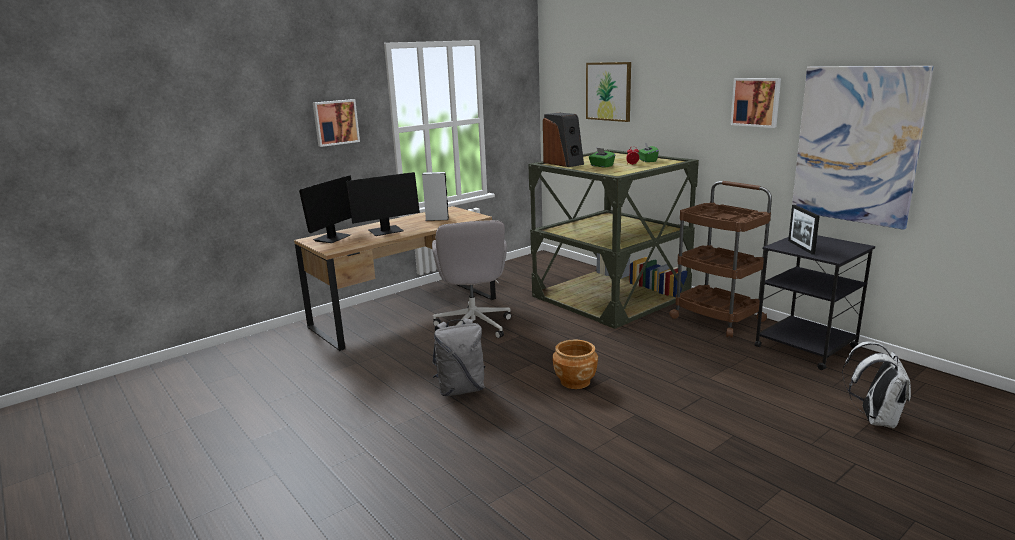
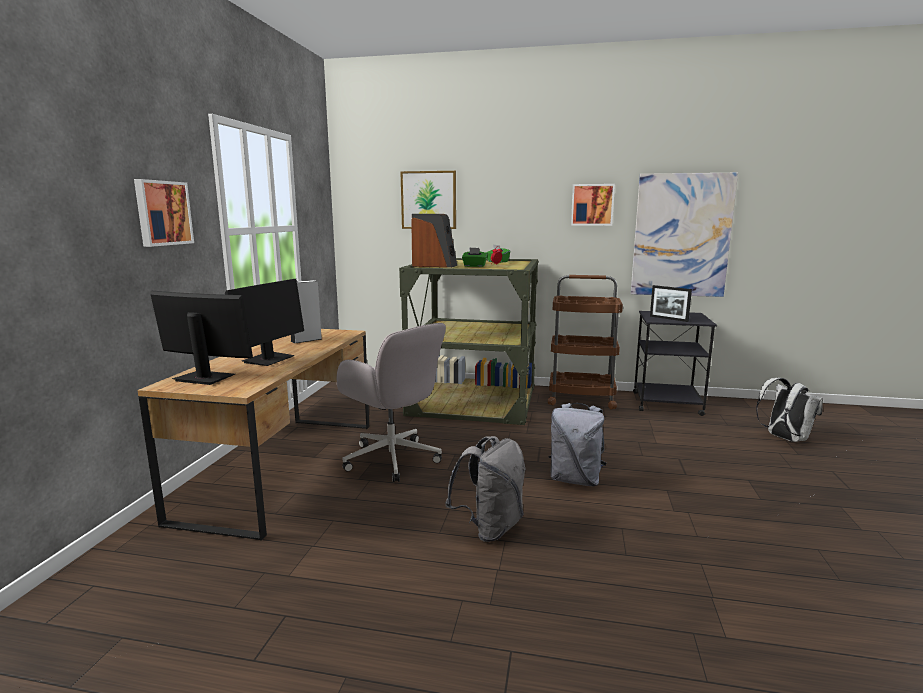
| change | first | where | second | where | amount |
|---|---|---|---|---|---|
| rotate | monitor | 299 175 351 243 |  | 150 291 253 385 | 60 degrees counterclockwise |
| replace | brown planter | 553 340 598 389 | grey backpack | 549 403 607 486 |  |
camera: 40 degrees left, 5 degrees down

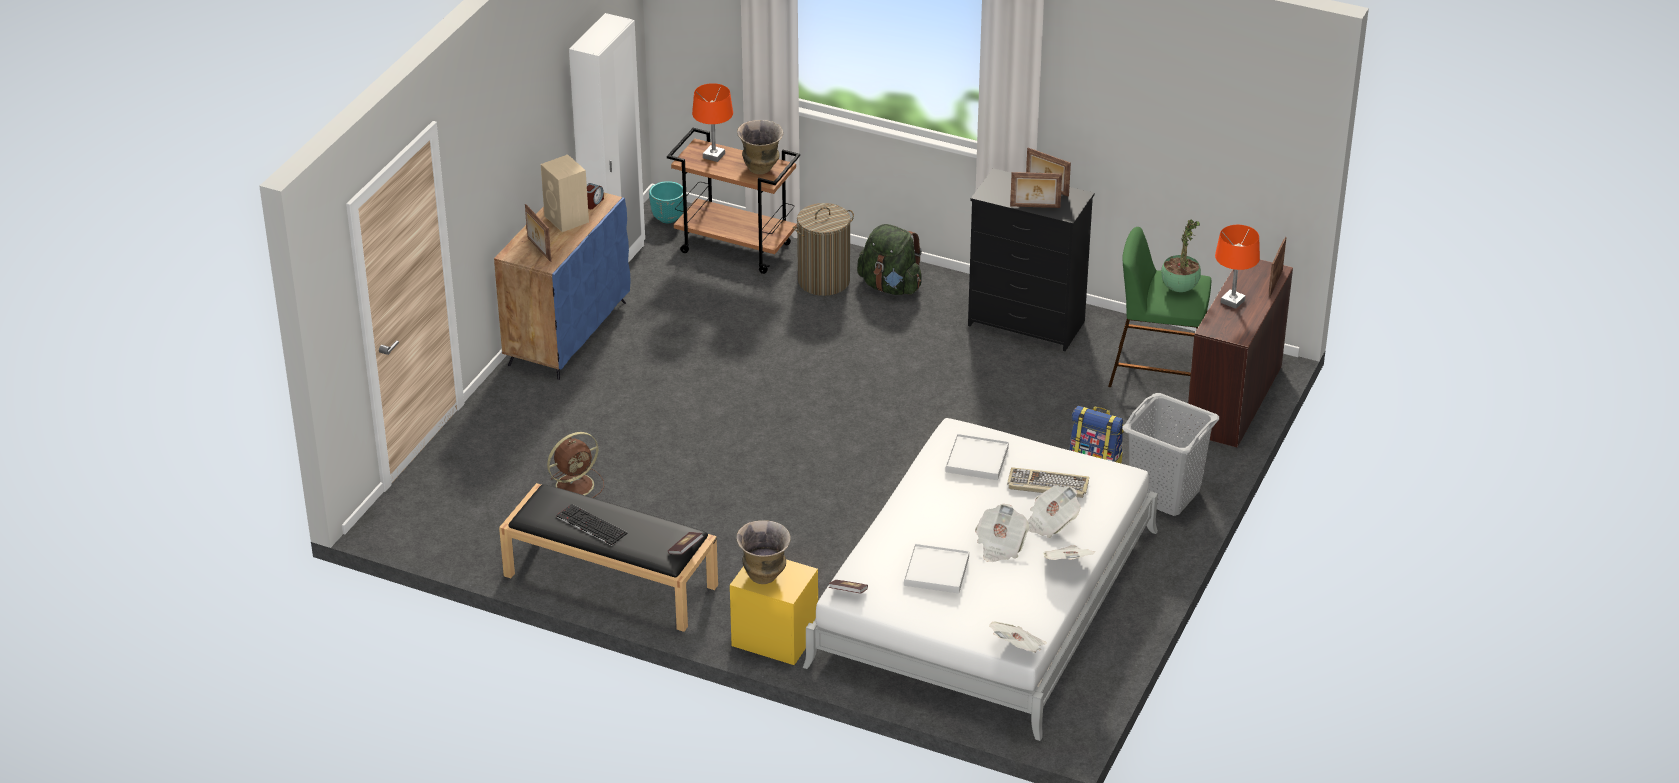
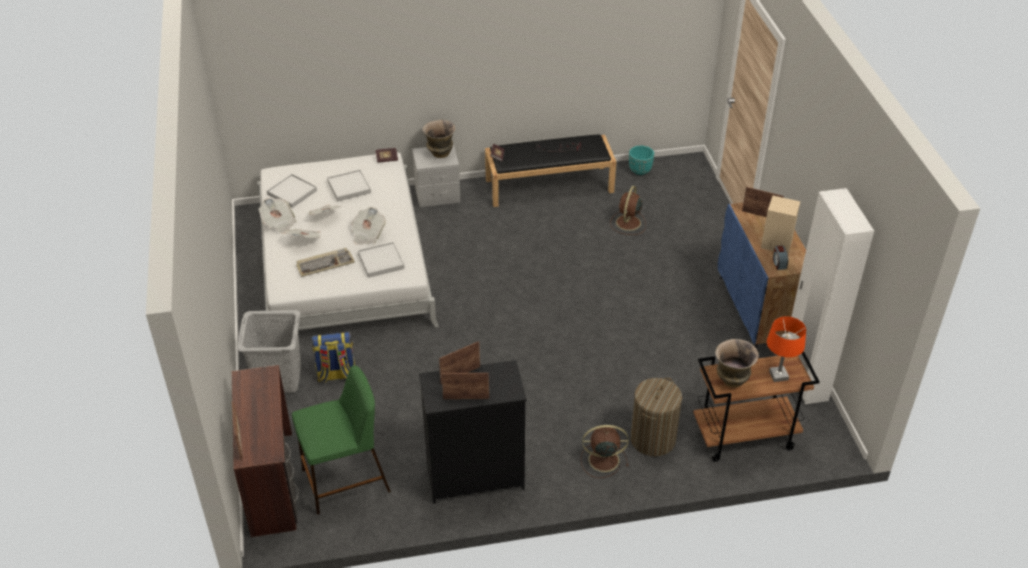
| change | first | where | second | where | amount |
|---|---|---|---|---|---|
| move | turquoise planter | 649 181 684 223 |  | 629 146 654 175 |  |
| delete | potted plant | 1161 220 1201 292 |  |  |  |
| replace | green backpack | 857 224 922 295 | brown fan | 581 425 629 478 |  |
| delete | orange table lamp | 1215 225 1260 309 |  |  |  |
| recolor | yellow nightstand | 730 559 818 665 | grey nightstand | 412 144 460 207 |  |
| move | newspaper | 989 621 1047 653 |  | 352 207 386 245 |  |
| insert |  |  | white tray | 267 174 317 208 |  |
camera: 145 degrees right, 5 degrees up

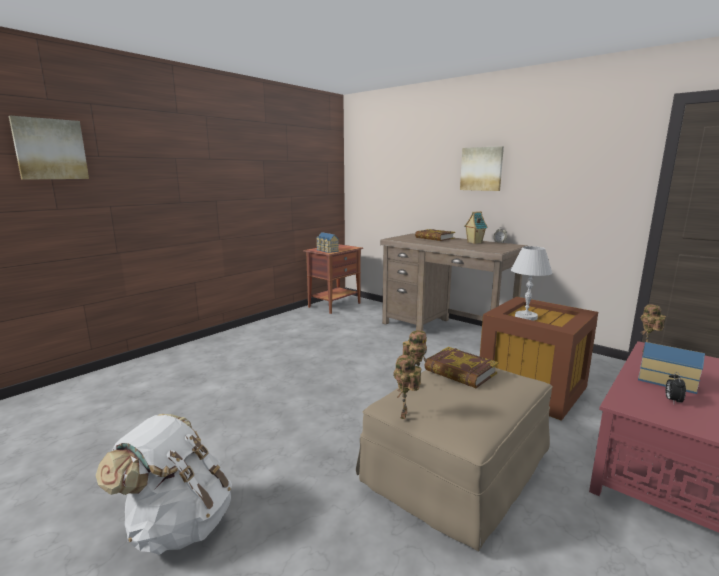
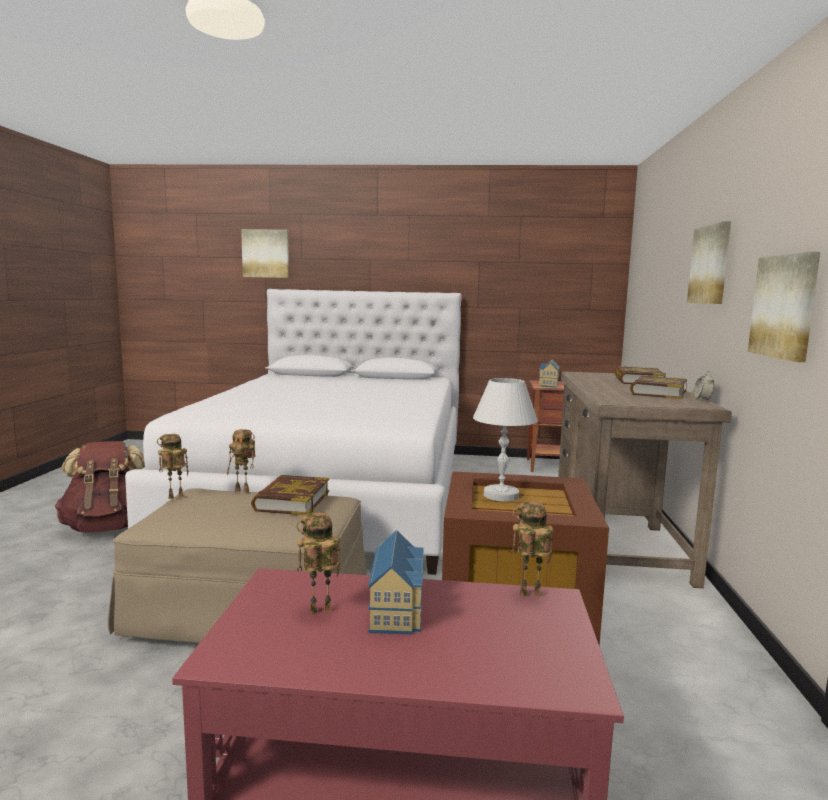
| change | first | where | second | where | amount |
|---|---|---|---|---|---|
| replace | toy house | 464 211 488 244 | book | 630 375 687 399 |  |
| replace | alarm clock | 665 372 686 403 | toy robot | 296 512 341 614 |  |
| recolor | white backpack | 95 414 232 555 | brown backpack | 55 441 145 532 |  |
| insert |  |  | picture | 748 252 820 362 |  |
| insert |  |  | white bed | 125 289 462 575 |  |
camera: 55 degrees right, 5 degrees down

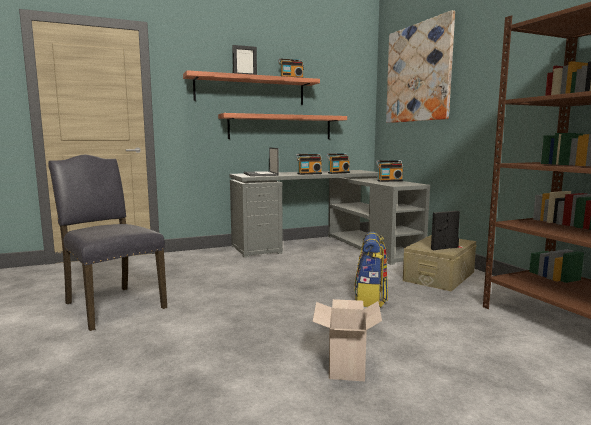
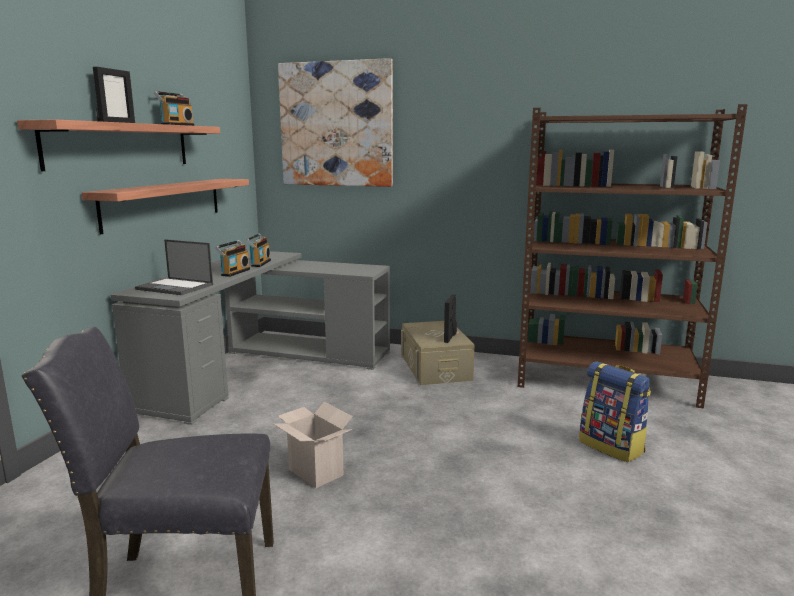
| change | first | where | second | where | amount |
|---|---|---|---|---|---|
| delete | radio | 376 160 404 182 |  |  |  |
| move | backpack | 354 232 388 308 |  | 579 362 651 462 |  |
| move | cardboard box | 312 299 382 381 |  | 274 402 353 488 |  |
camera: 50 degrees left, 5 degrees up

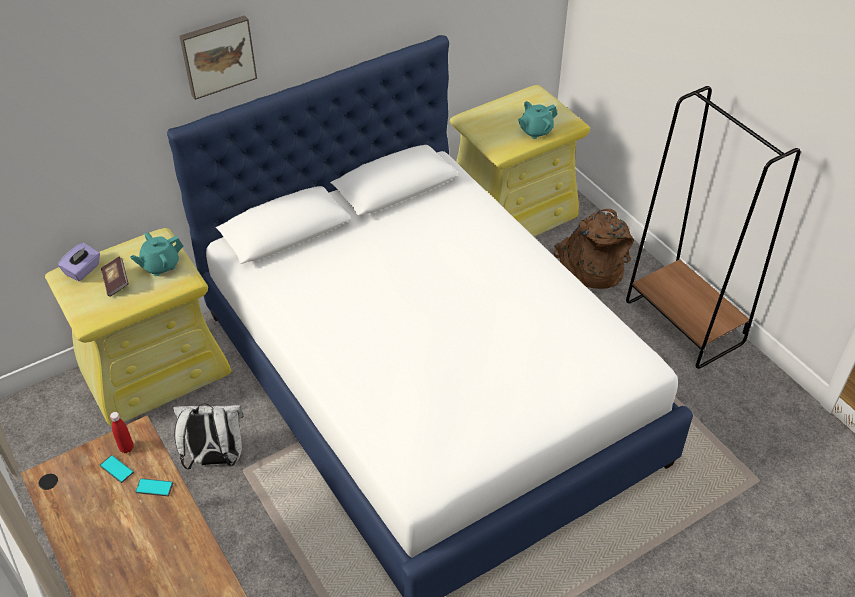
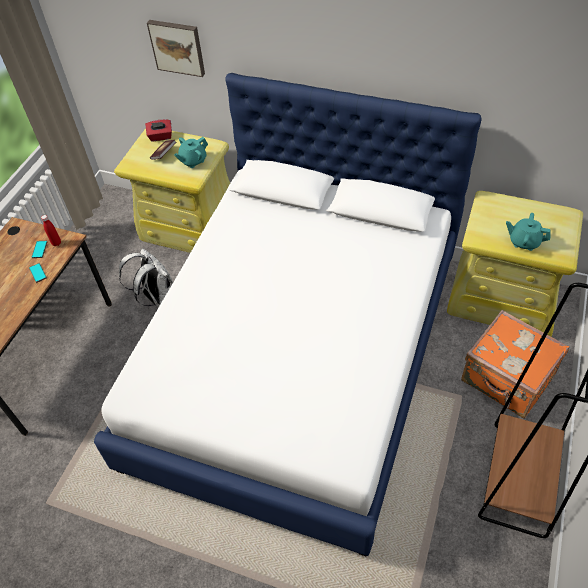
| change | first | where | second | where | amount |
|---|---|---|---|---|---|
| move | picture | 179 15 257 100 |  | 147 20 205 77 |  |
| replace | brown backpack | 554 209 634 289 | orange suitcase | 461 310 569 419 |  |
| rotate | turquoise teapot | 130 232 183 276 |  | 174 137 208 168 | 60 degrees counterclockwise |
| recolor | purple tissue box | 58 242 100 281 | red tissue box | 145 119 172 141 |  |
camera: 55 degrees right, 5 degrees up

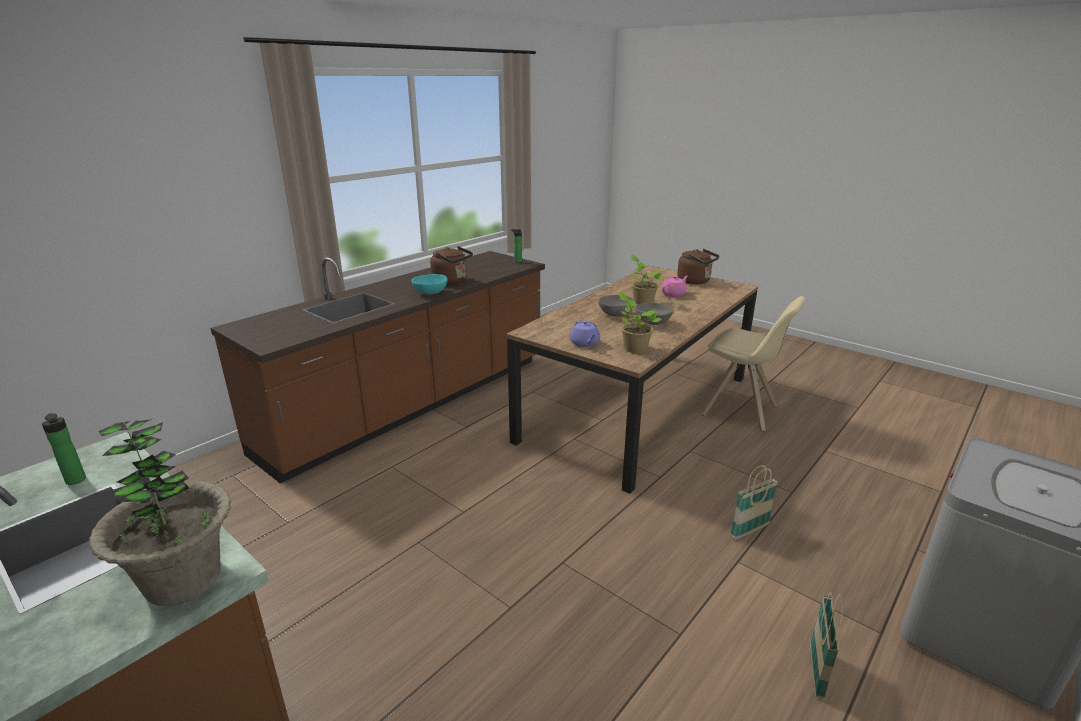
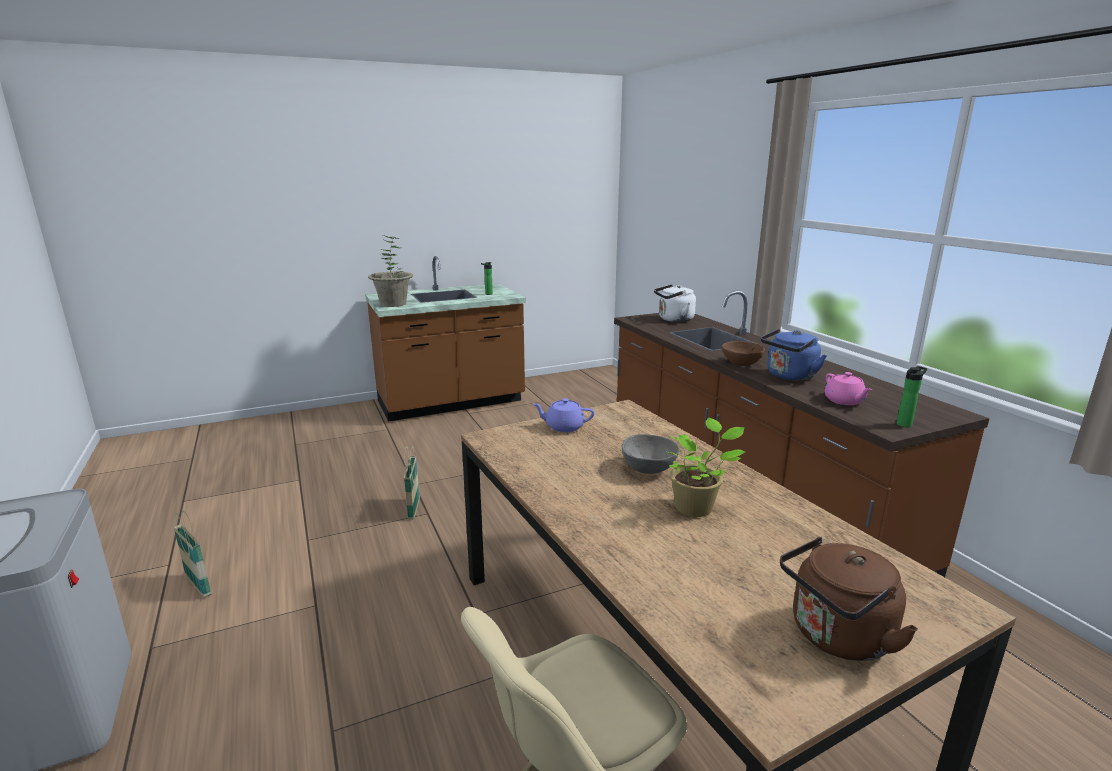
| change | first | where | second | where | amount |
|---|---|---|---|---|---|
| recolor | brown kettle | 430 246 473 285 | blue kettle | 761 329 827 381 |  |
| recolor | turquoise bowl | 412 274 448 295 | brown bowl | 722 341 765 366 |  |
| move | pink teapot | 661 276 688 297 |  | 825 372 873 405 |  |
| delete | potted plant | 619 292 662 353 |  |  |  |
| delete | grey bowl | 635 303 673 325 |  |  |  |
| move | basket | 730 465 778 540 |  | 404 446 420 520 |  |
| insert |  |  | white kettle | 654 284 696 322 |  |
camera: 115 degrees right, 5 degrees down

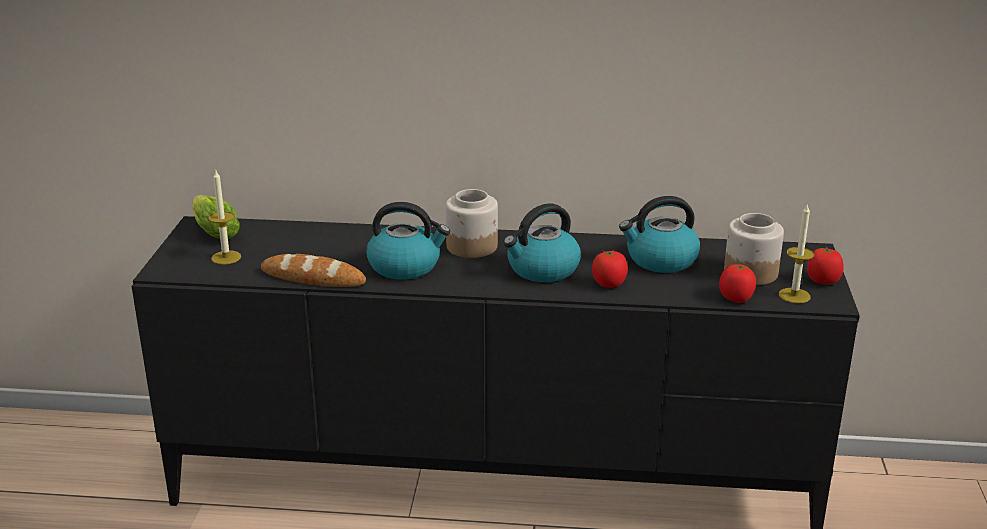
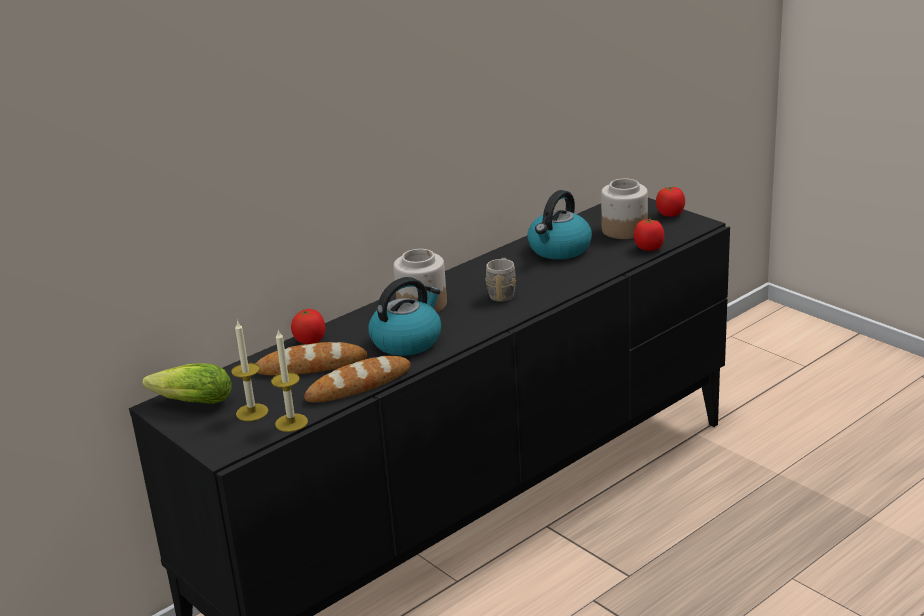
| change | first | where | second | where | amount |
|---|---|---|---|---|---|
| replace | kettle | 503 203 581 282 | grey mug | 485 258 516 302 |  |
| move | candle | 779 203 814 304 |  | 271 330 308 432 |  |
| move | tomato | 592 250 628 288 |  | 291 309 325 344 |  |
| insert |  |  | bread | 256 342 367 376 |  |
camera: 45 degrees left, 0 degrees up

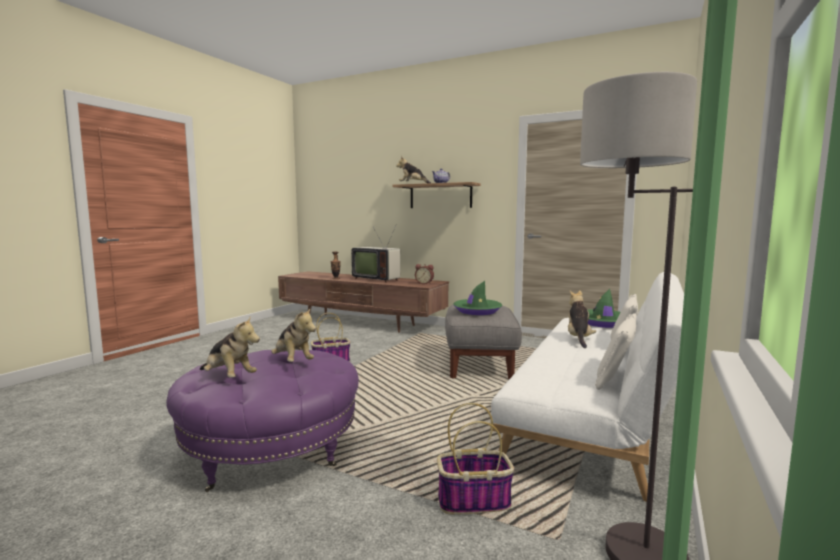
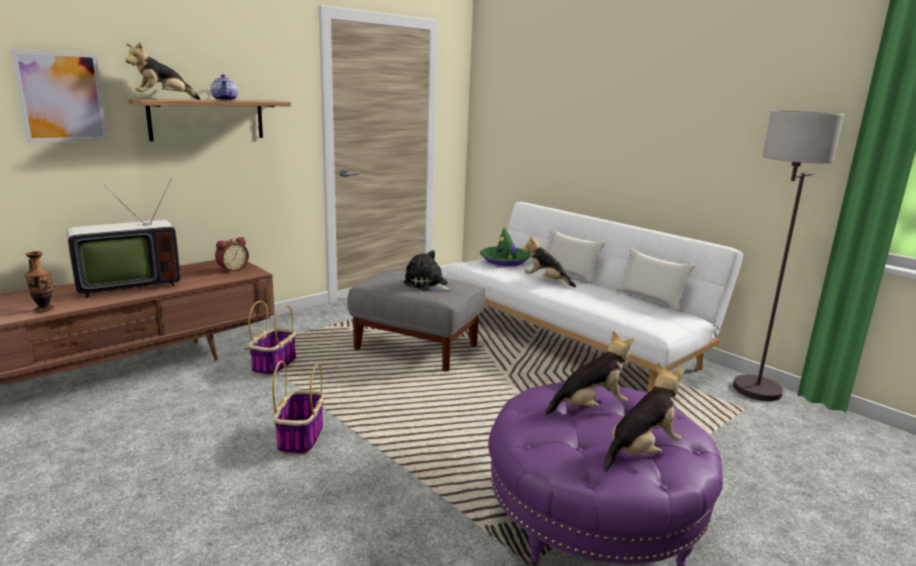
| change | first | where | second | where | amount |
|---|---|---|---|---|---|
| replace | green hat | 453 281 503 315 | plush toy | 404 250 453 291 |  |
| move | basket | 437 403 514 515 |  | 249 301 296 376 |  |
| insert |  |  | picture | 11 49 108 142 |  |
camera: 70 degrees left, 10 degrees up

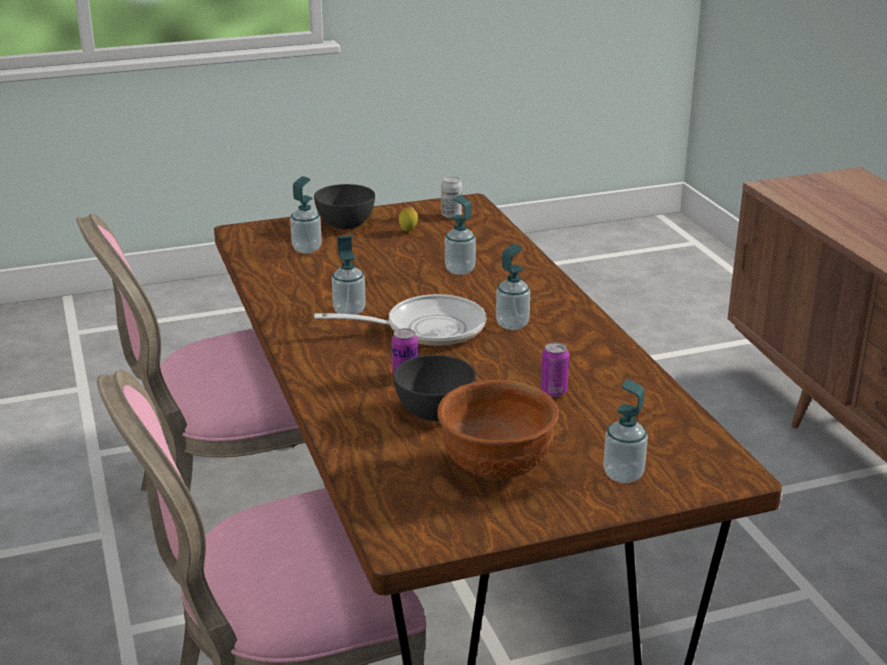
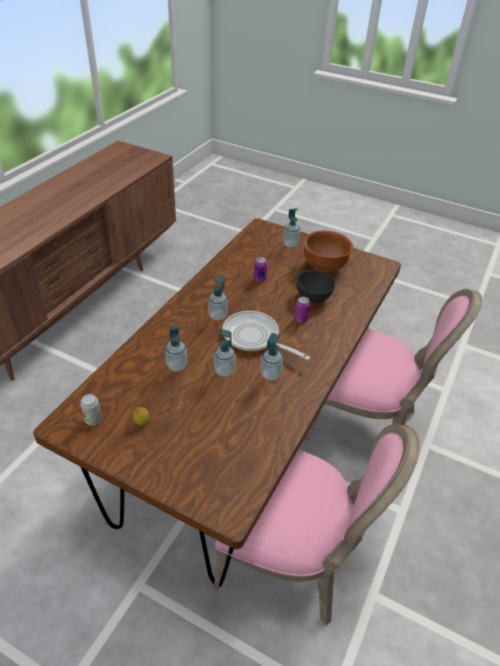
| change | first | where | second | where | amount |
|---|---|---|---|---|---|
| move | soap dispenser | 290 176 322 254 |  | 214 329 236 377 |  |
| delete | grey bowl | 314 184 375 229 |  |  |  |
camera: 135 degrees left, 15 degrees up

